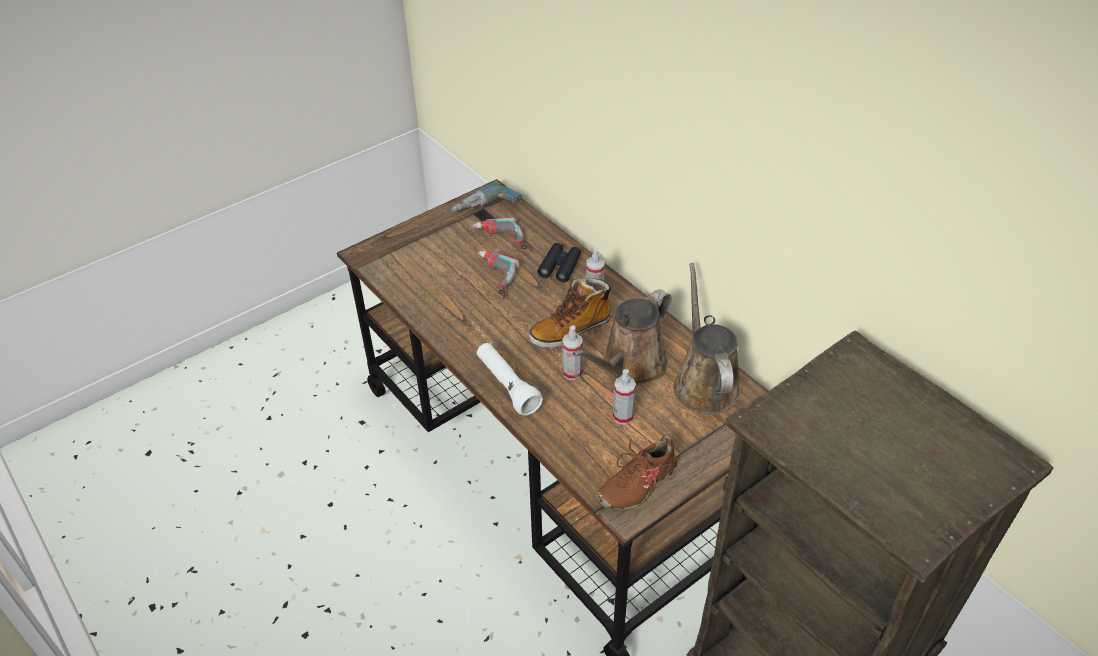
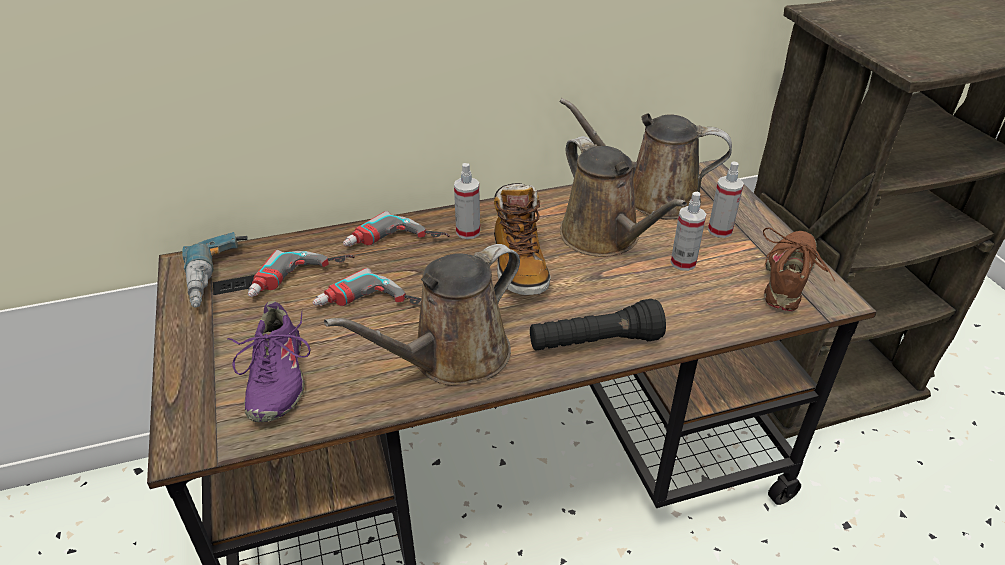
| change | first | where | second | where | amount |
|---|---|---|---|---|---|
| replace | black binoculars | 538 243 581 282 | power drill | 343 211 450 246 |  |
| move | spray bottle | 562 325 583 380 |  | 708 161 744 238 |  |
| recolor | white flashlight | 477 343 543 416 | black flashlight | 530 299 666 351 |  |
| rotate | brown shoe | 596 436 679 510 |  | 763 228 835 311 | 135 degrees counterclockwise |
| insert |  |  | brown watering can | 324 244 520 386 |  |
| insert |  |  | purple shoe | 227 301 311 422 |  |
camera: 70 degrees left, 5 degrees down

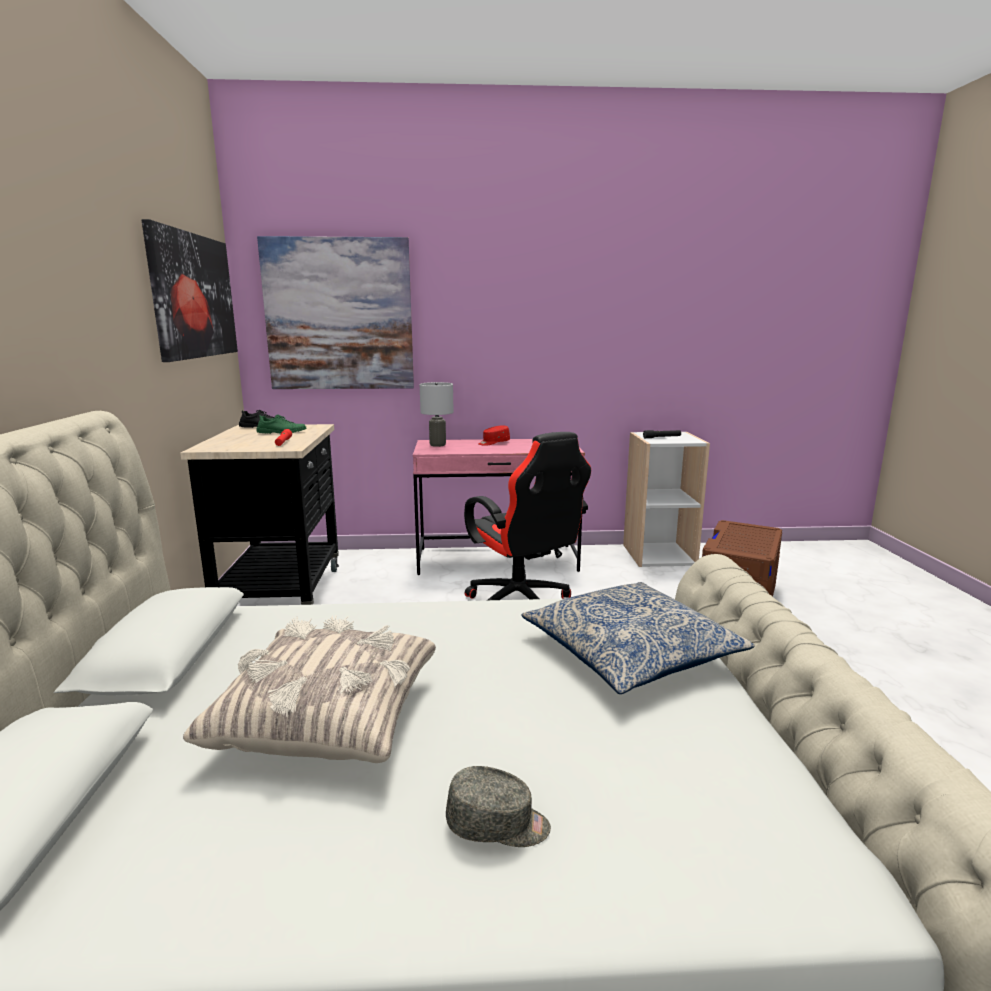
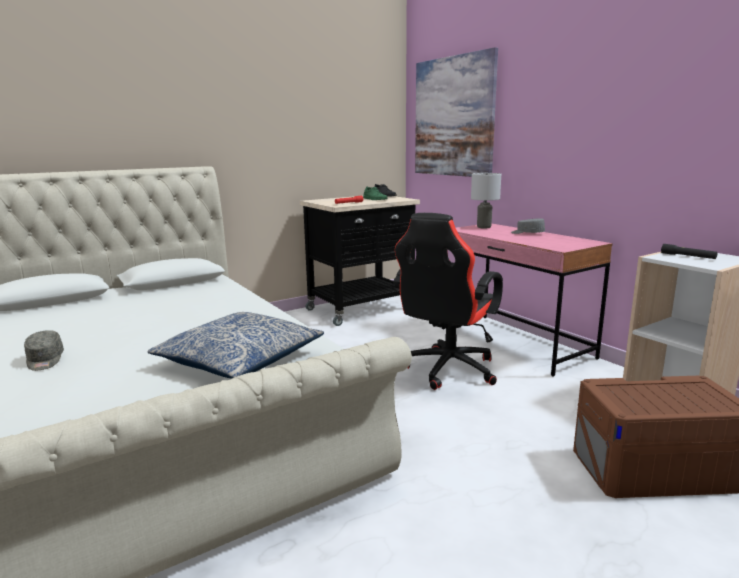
| change | first | where | second | where | amount |
|---|---|---|---|---|---|
| delete | picture | 142 219 238 362 |  |  |  |
| recolor | red cap | 478 426 510 446 | grey cap | 511 218 545 234 |  |
| delete | beige pillow | 183 615 436 763 |  |  |  |
camera: 60 degrees right, 0 degrees up

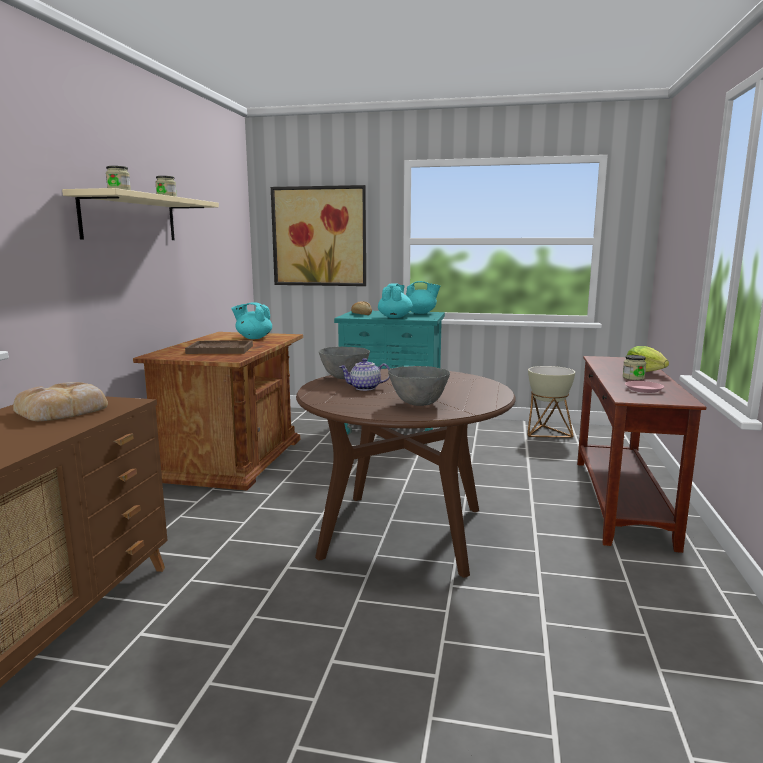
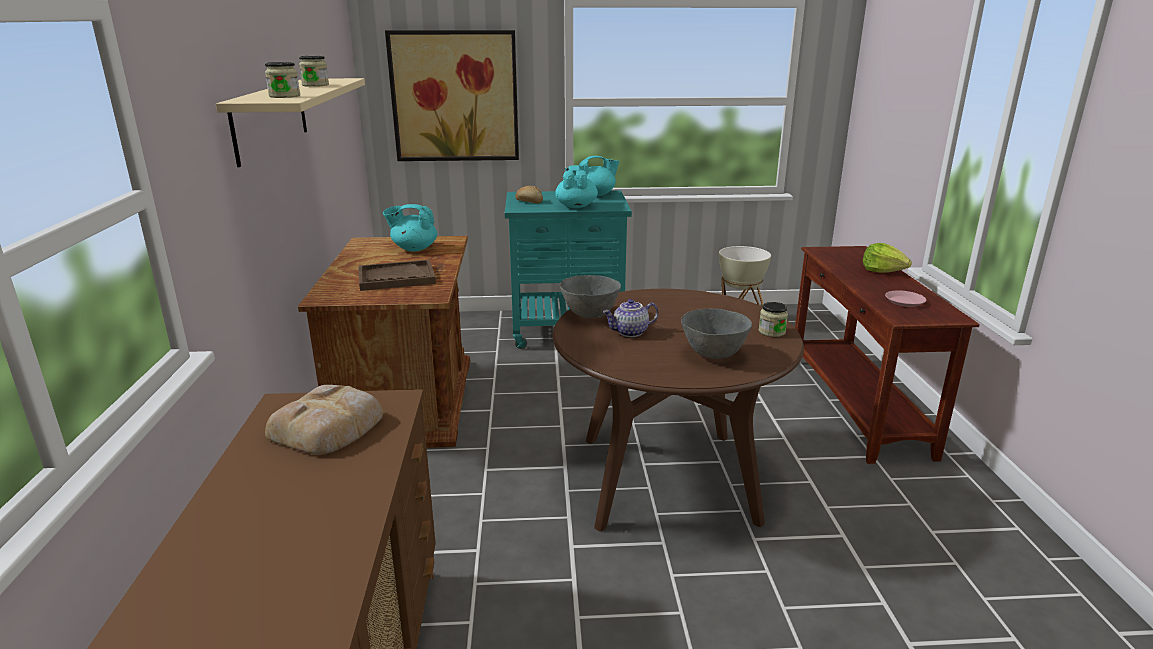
| change | first | where | second | where | amount |
|---|---|---|---|---|---|
| move | jar | 623 355 646 380 |  | 759 302 788 337 |  |
camera: 15 degrees left, 10 degrees up

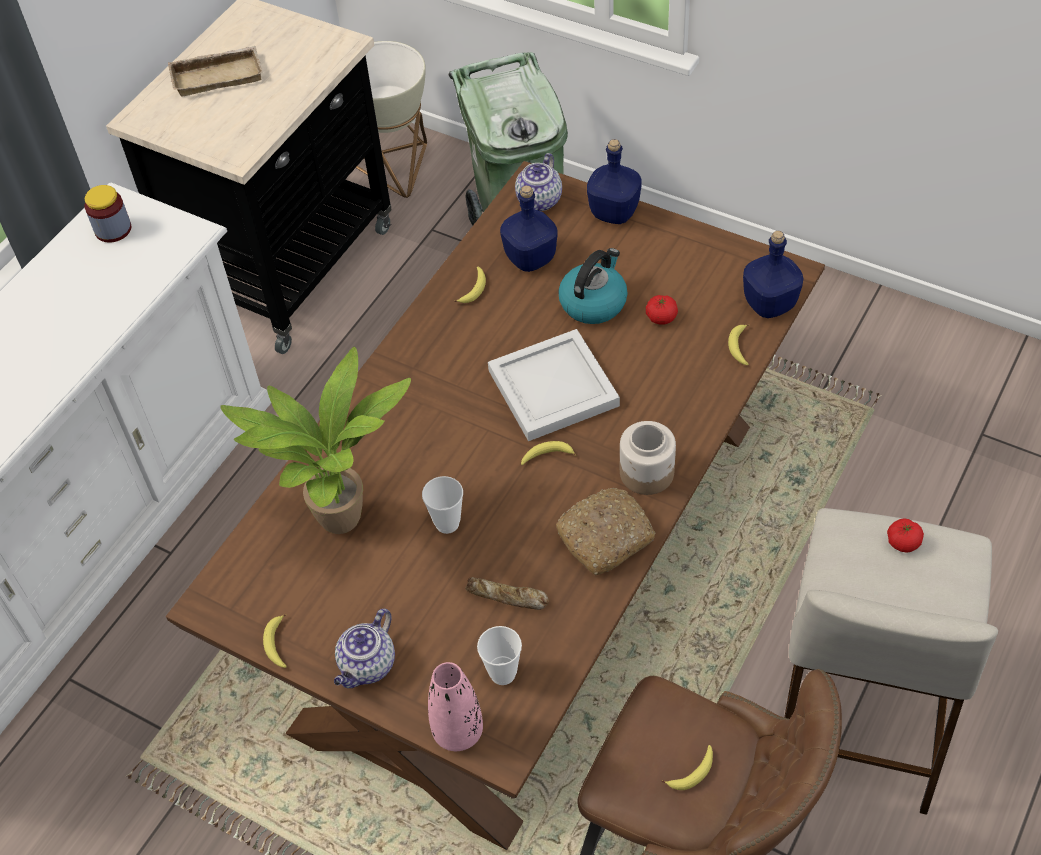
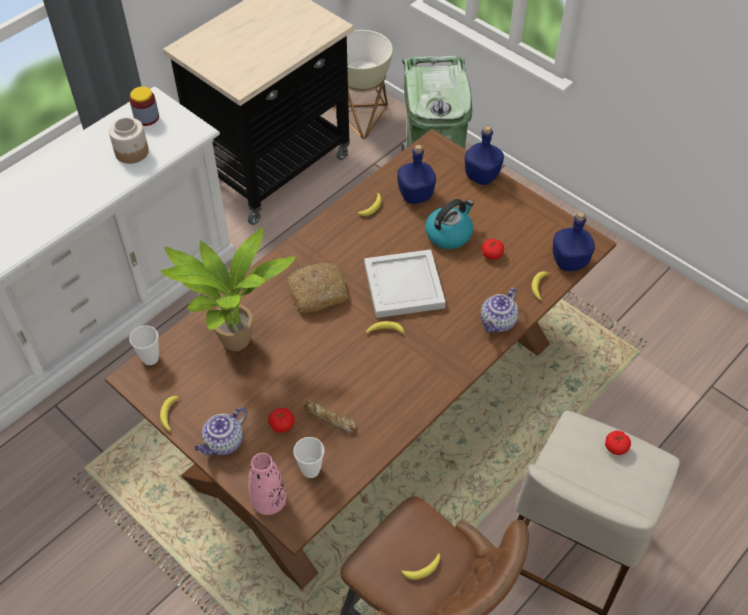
| change | first | where | second | where | amount |
|---|---|---|---|---|---|
| delete | beige tray | 168 46 263 96 |  |  |  |
| move | teapot | 515 153 562 211 |  | 481 287 519 333 |  |
| move | jar | 620 421 676 495 |  | 109 117 149 164 |  |
| move | cup | 422 476 463 534 |  | 129 326 159 365 |  |
| move | bread | 556 488 656 575 |  | 288 263 348 313 |  |
| insert |  |  | tomato | 268 408 295 433 |  |
camera: 10 degrees right, 0 degrees up

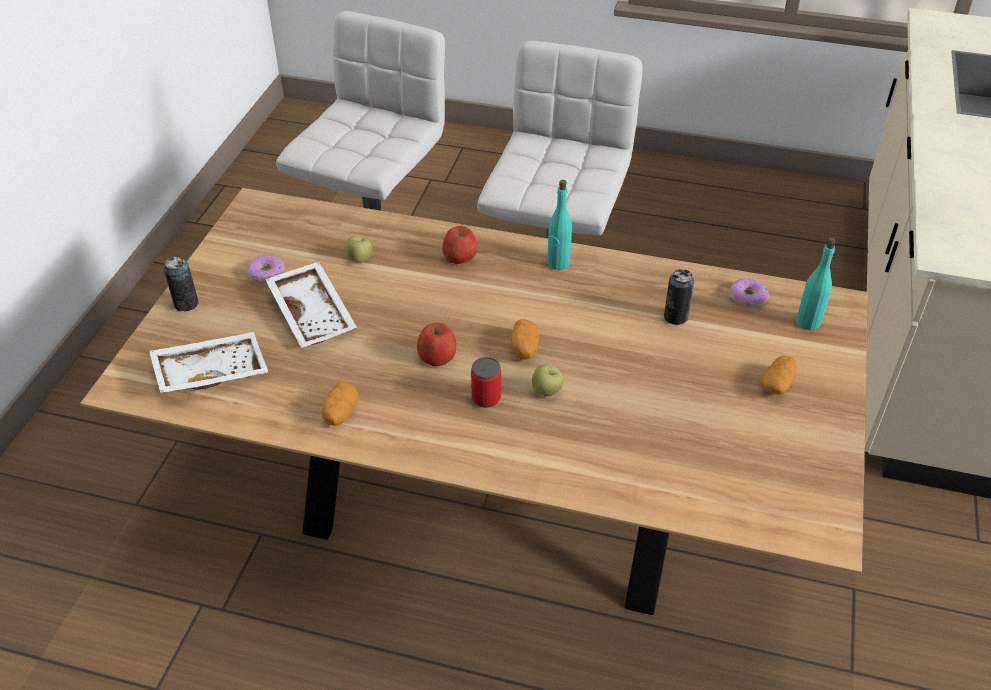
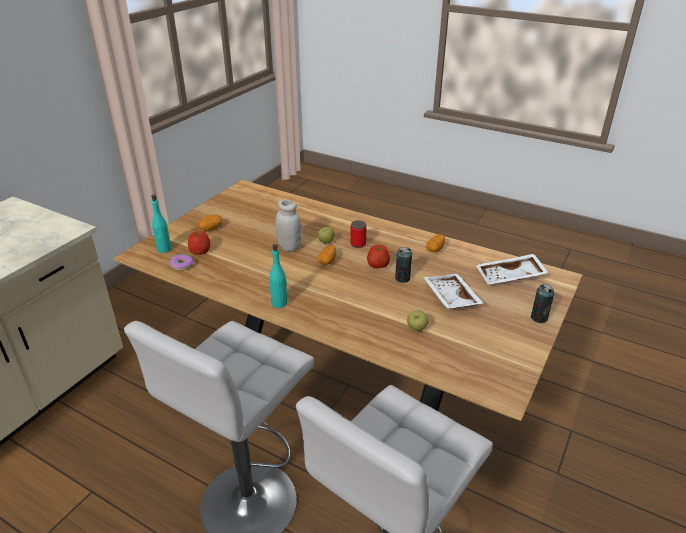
| change | first | where | second | where | amount |
|---|---|---|---|---|---|
| move | apple | 442 226 477 264 |  | 188 231 210 255 |  |
| delete | donut | 247 254 284 284 |  |  |  |
| move | can | 664 269 694 325 |  | 395 247 412 283 |  |
| insert |  |  | white jar | 275 199 302 252 |  |
camera: 165 degrees left, 10 degrees down

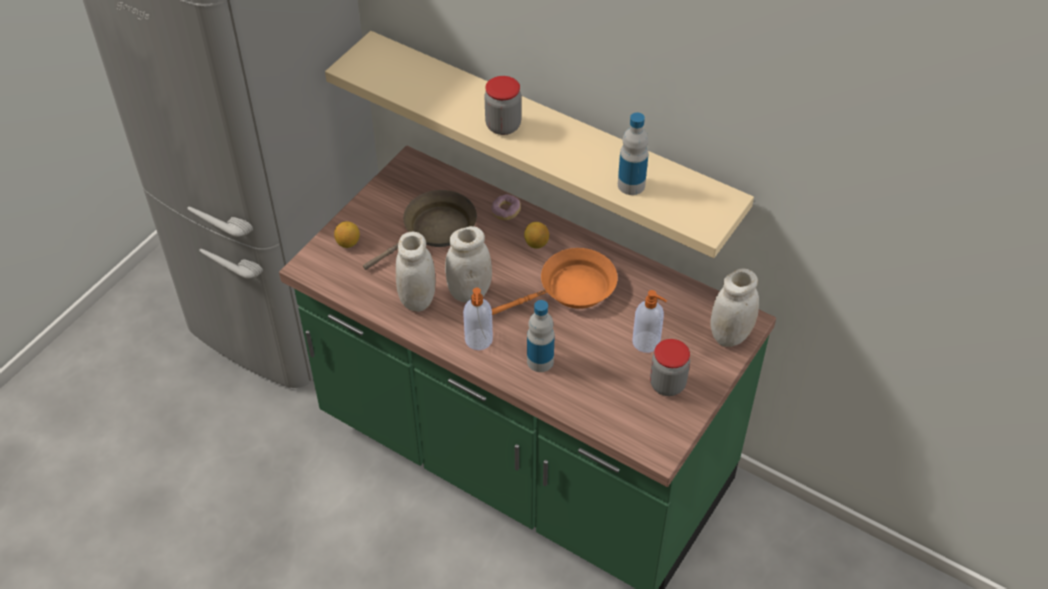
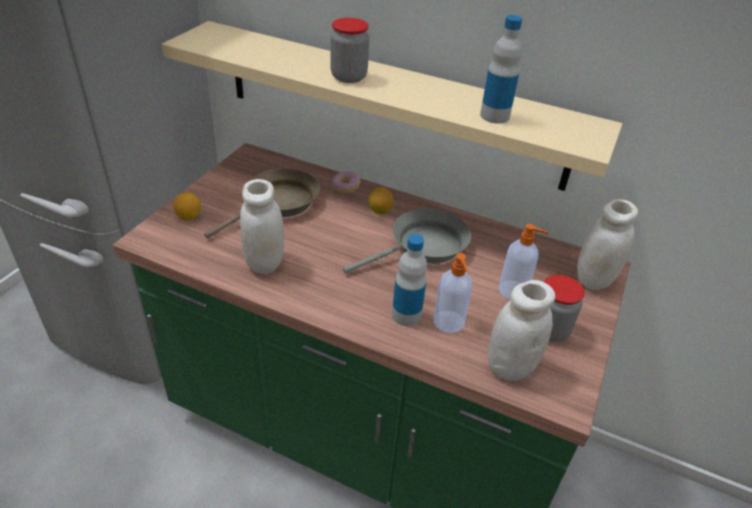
| change | first | where | second | where | amount |
|---|---|---|---|---|---|
| move | white jar | 445 226 492 303 |  | 488 280 555 381 |  |
| recolor | orange frying pan | 492 248 618 315 | grey frying pan | 343 208 471 274 |  |
| move | soap dispenser | 463 288 493 350 |  | 433 253 472 333 |  |
camera: 10 degrees left, 10 degrees down

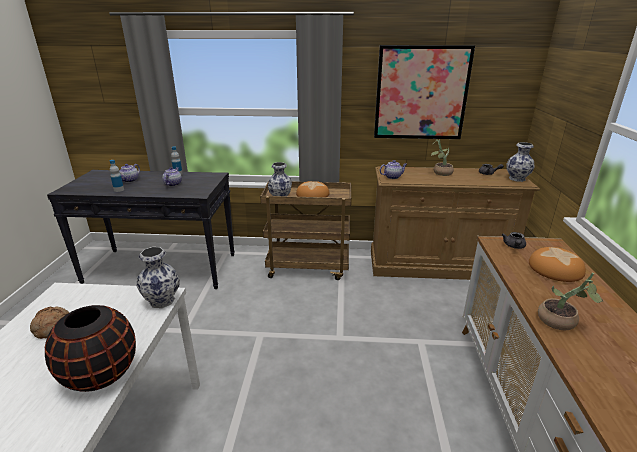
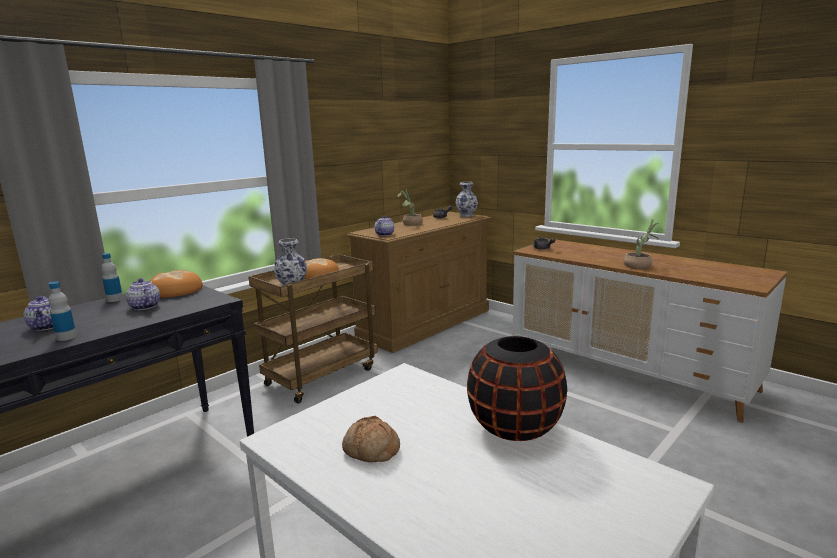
| change | first | where | second | where | amount |
|---|---|---|---|---|---|
| delete | picture | 374 45 475 139 |  |  |  |
| delete | vase | 137 247 180 308 |  |  |  |
| move | bread | 529 247 586 282 |  | 150 270 203 298 |  |
camera: 50 degrees left, 10 degrees down

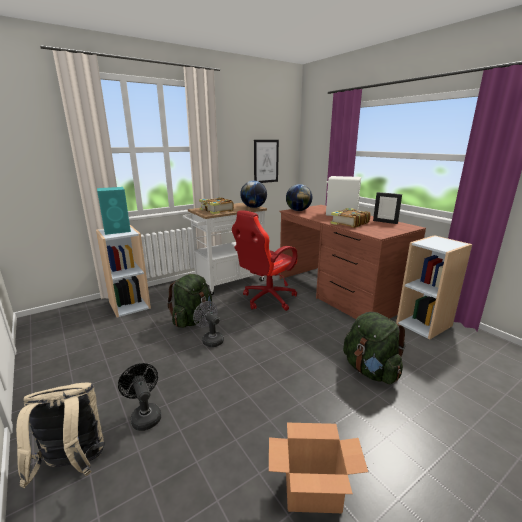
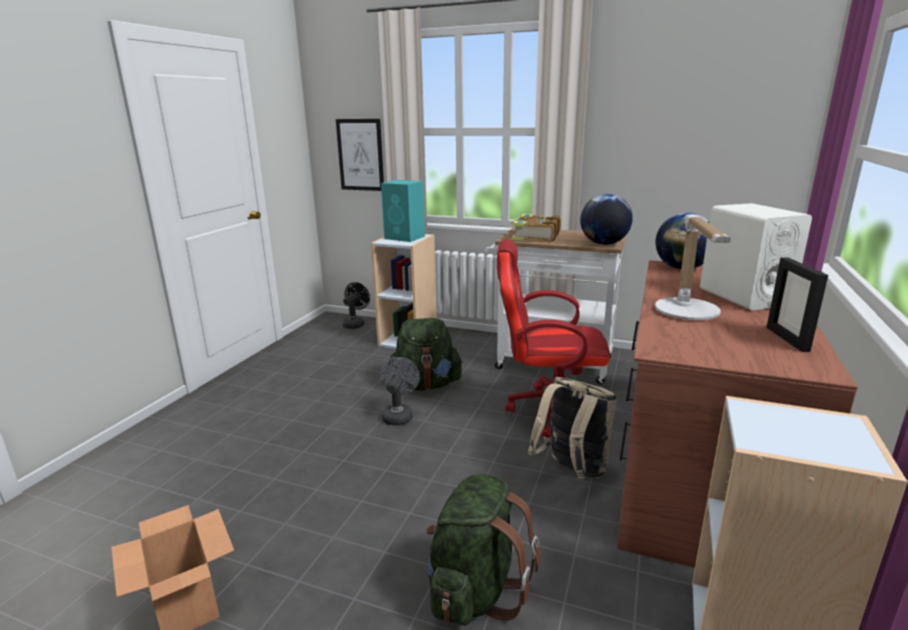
| change | first | where | second | where | amount |
|---|---|---|---|---|---|
| move | picture | 254 140 279 183 |  | 336 119 384 191 |  |
| replace | book | 330 208 371 228 | table lamp | 655 215 731 320 |  |
| move | black fan | 118 363 161 431 |  | 342 282 370 329 |  |
| move | beige backpack | 16 382 105 488 |  | 528 377 617 479 |  |
camera: 55 degrees right, 0 degrees up

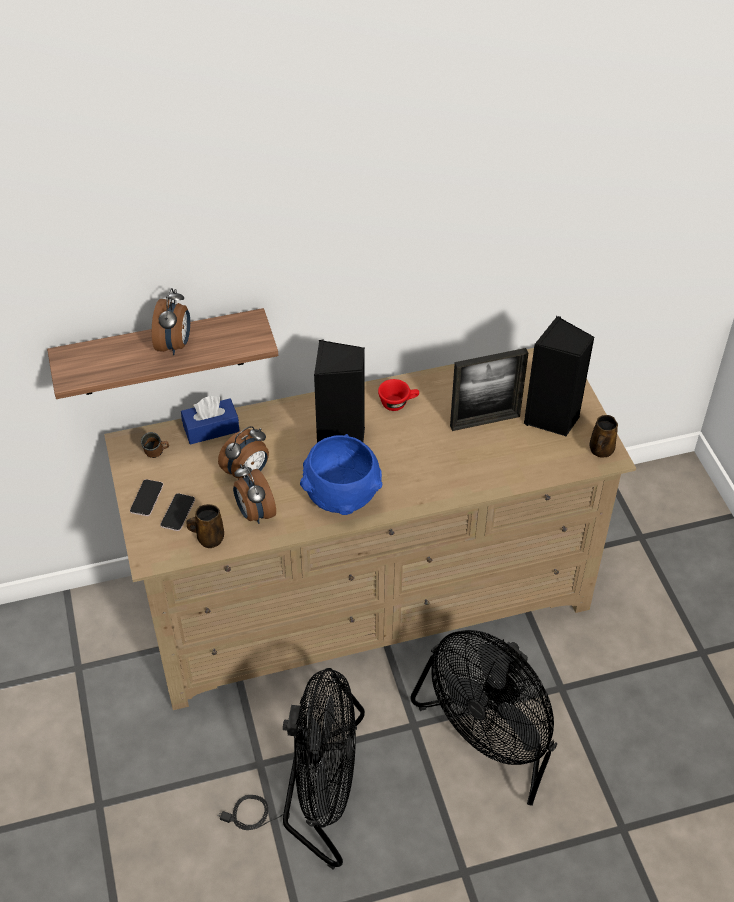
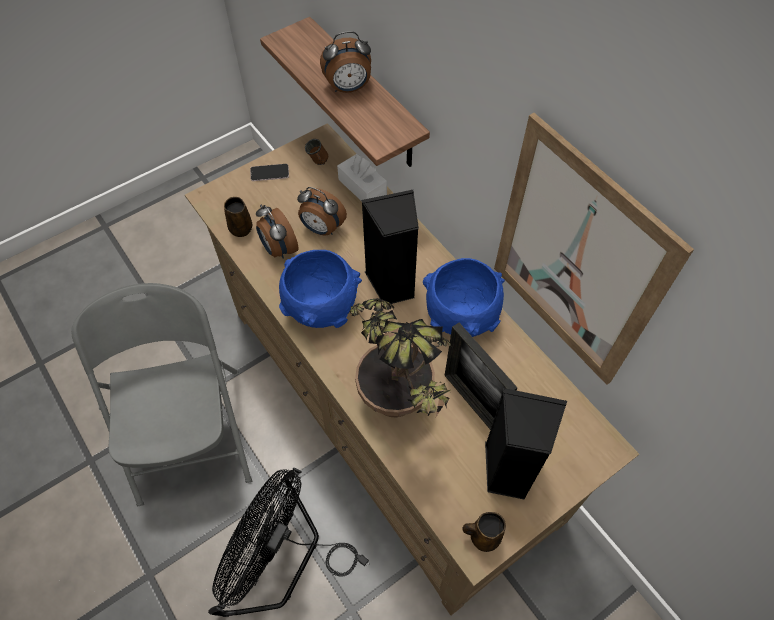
| change | first | where | second | where | amount |
|---|---|---|---|---|---|
| replace | red cup | 378 379 419 411 | blue bowl | 423 258 505 337 |  |
| recolor | blue tissue box | 181 396 240 445 | white tissue box | 337 154 387 201 |  |
| rotate | alarm clock | 233 464 276 524 |  | 256 205 299 259 | 75 degrees counterclockwise |
| delete | phone | 160 493 195 531 |  |  |  |
| replace | black fan | 219 668 365 870 | grey chair | 71 283 252 507 |  |
| insert |  |  | picture | 494 113 694 385 |  |
| insert |  |  | potted plant | 349 298 452 418 |  |
camera: 70 degrees right, 10 degrees up

